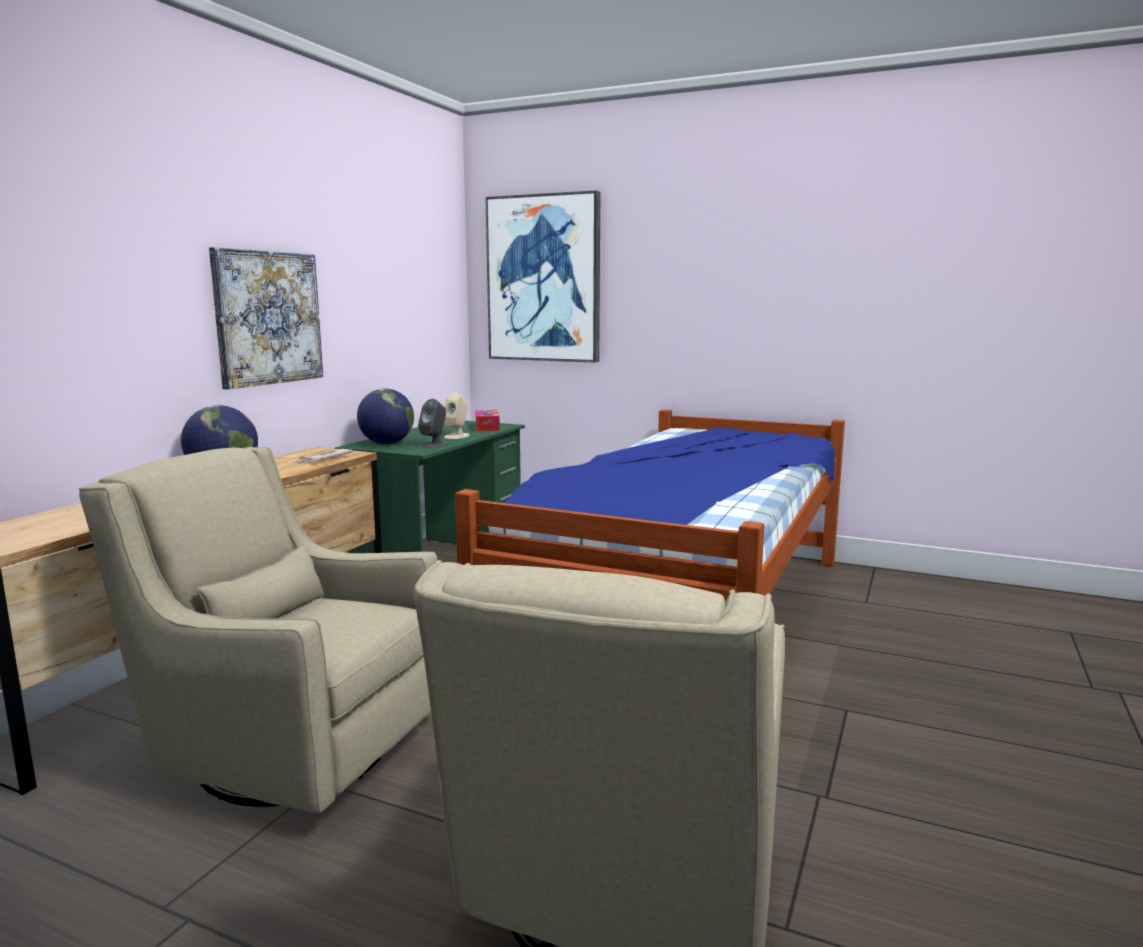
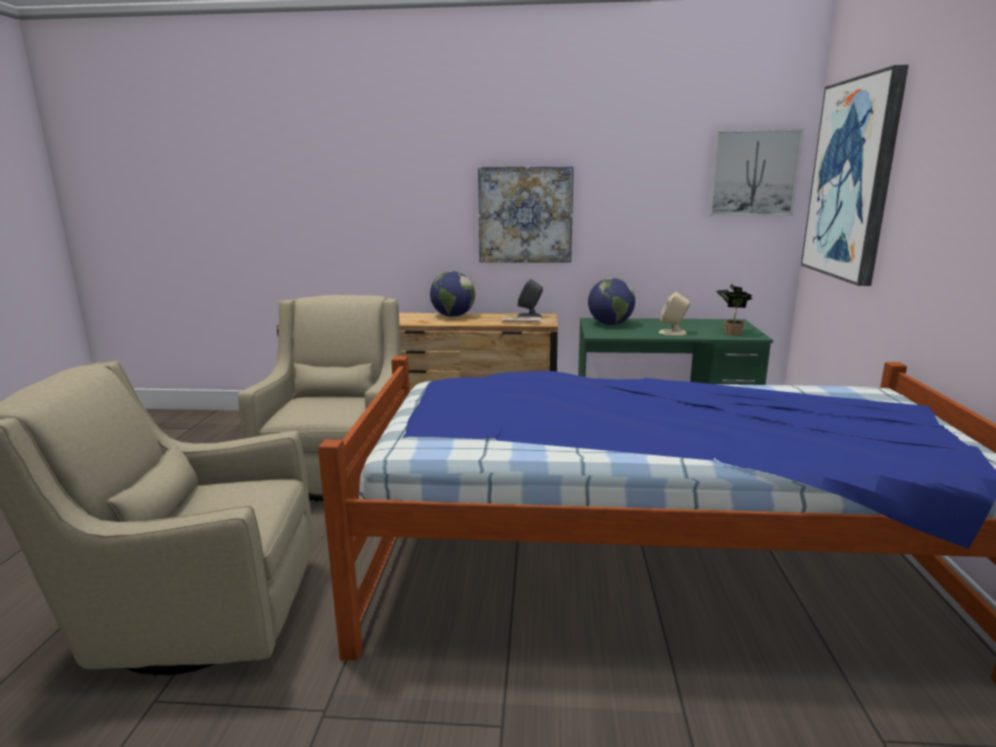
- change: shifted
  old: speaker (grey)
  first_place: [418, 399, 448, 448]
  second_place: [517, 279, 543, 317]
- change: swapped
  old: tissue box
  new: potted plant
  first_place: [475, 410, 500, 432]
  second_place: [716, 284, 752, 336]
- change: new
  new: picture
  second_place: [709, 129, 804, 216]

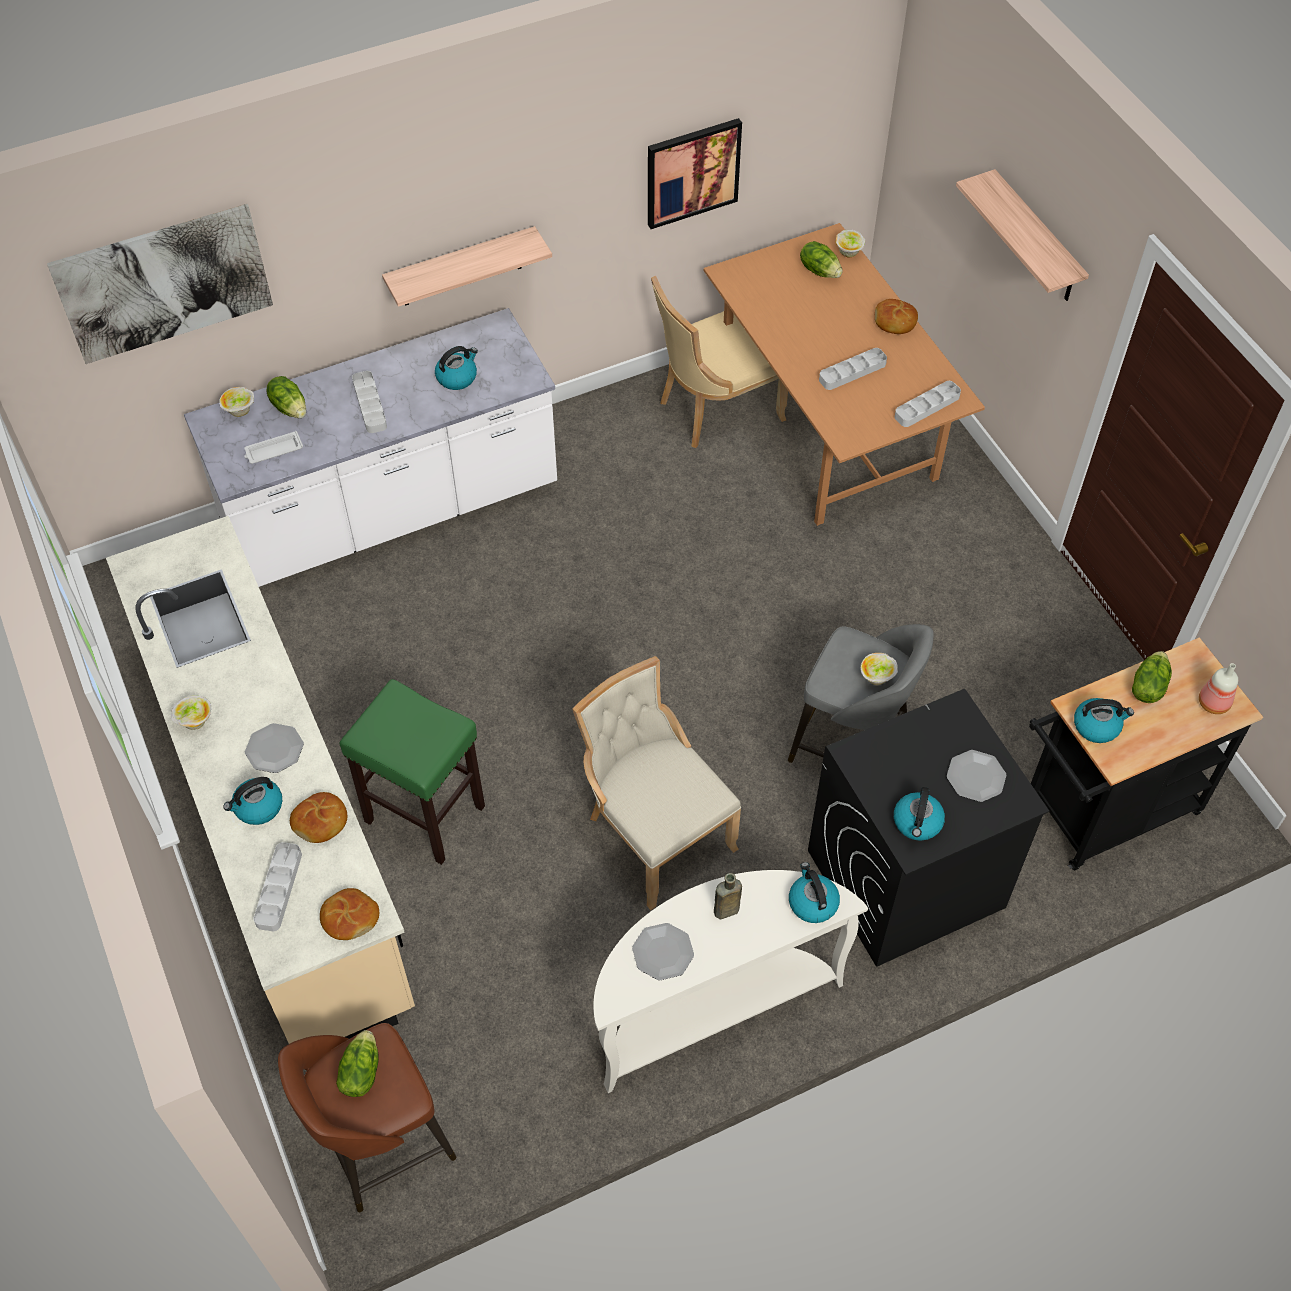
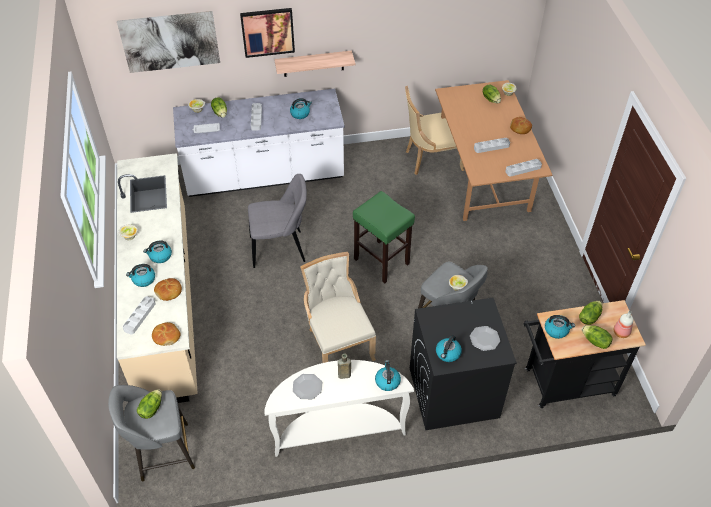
- change: shifted
  old: picture
  first_place: [648, 118, 742, 229]
  second_place: [240, 8, 295, 58]
- change: gone
  old: shelf
  first_place: [956, 169, 1089, 301]
- change: shifted
  old: stool (green)
  first_place: [339, 679, 485, 865]
  second_place: [353, 191, 415, 284]
- change: swapped
  old: plate
  new: kettle
  first_place: [245, 723, 304, 773]
  second_place: [143, 240, 172, 263]
- change: repainted
  old: stool (brown)
  new: stool (grey)
  first_place: [278, 1023, 456, 1212]
  second_place: [108, 385, 195, 481]
- change: new
  new: chair (grey)
  second_place: [248, 174, 307, 268]
- change: new
  new: lettuce
  second_place: [582, 325, 613, 349]

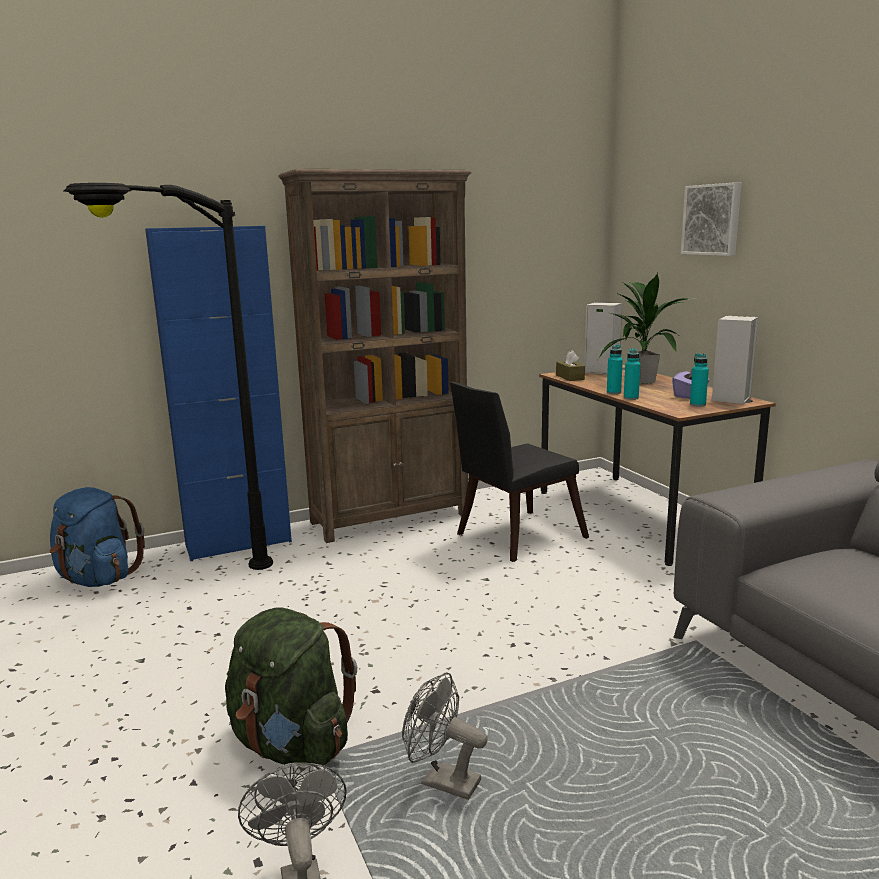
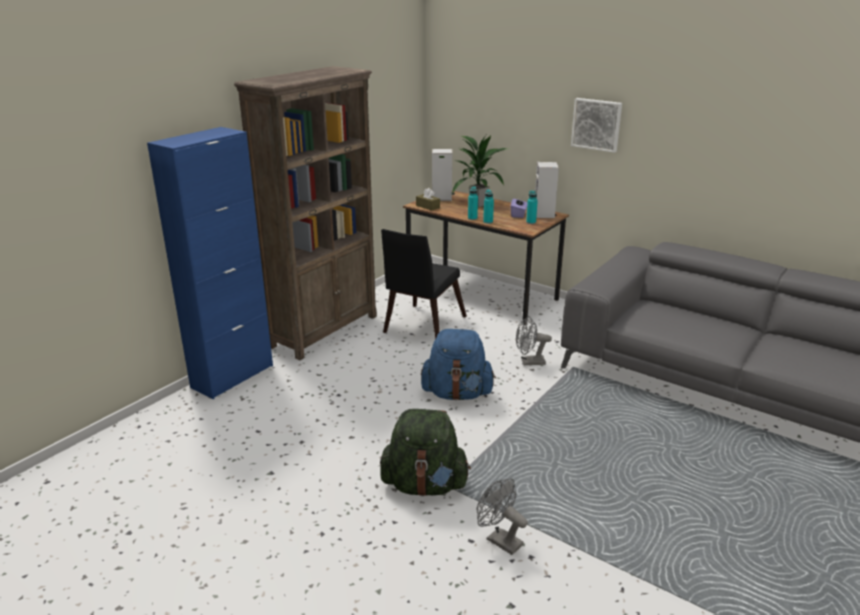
- change: shifted
  old: picture
  first_place: [681, 182, 742, 256]
  second_place: [571, 98, 622, 153]
- change: gone
  old: floor lamp (black)
  first_place: [64, 183, 273, 570]
- change: shifted
  old: backpack (blue)
  first_place: [49, 487, 145, 587]
  second_place: [421, 329, 496, 400]
- change: shifted
  old: fan (grey)
  first_place: [402, 672, 488, 800]
  second_place: [516, 316, 552, 365]

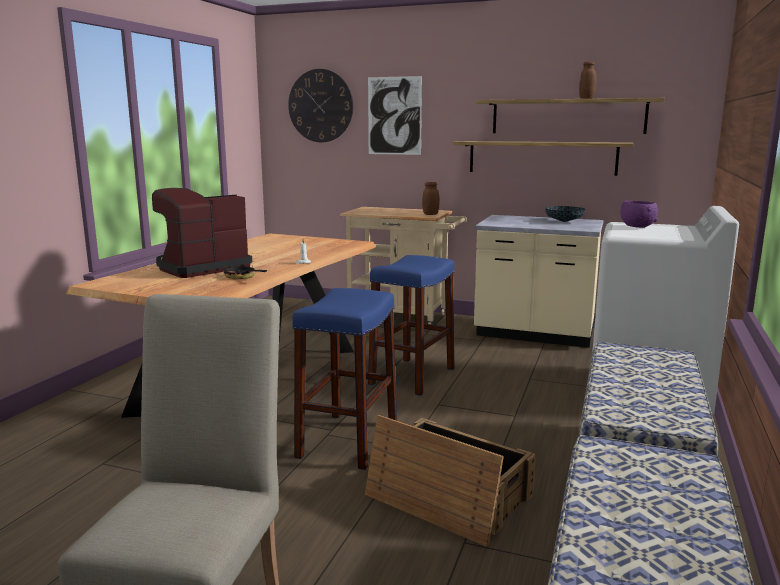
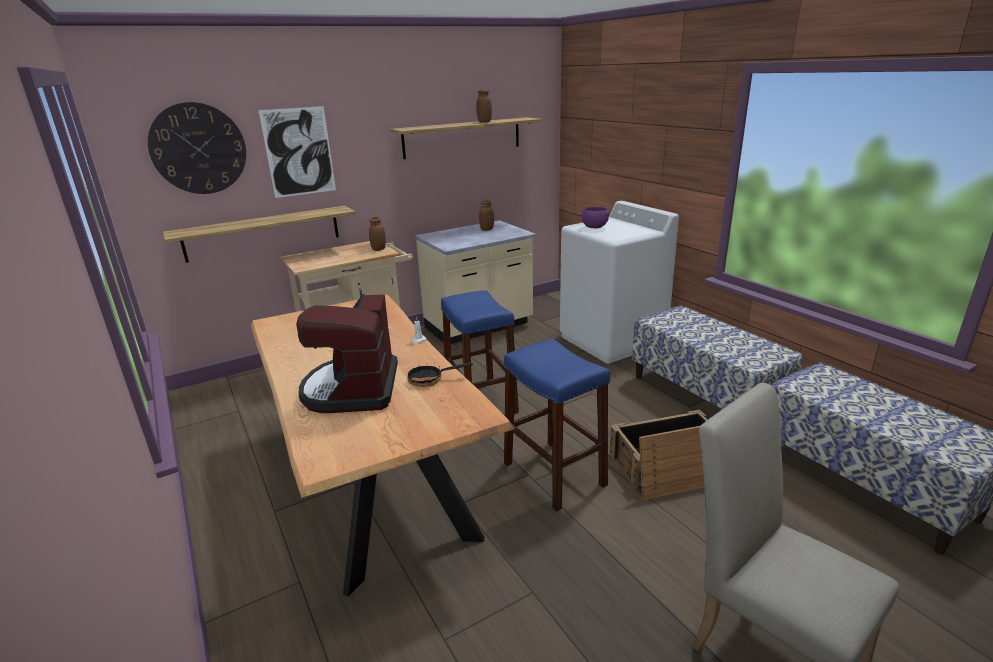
- change: shifted
  old: shelf
  first_place: [452, 141, 633, 176]
  second_place: [163, 206, 356, 263]
- change: swapped
  old: bowl
  new: jar (brown)
  first_place: [545, 206, 585, 222]
  second_place: [479, 200, 494, 231]

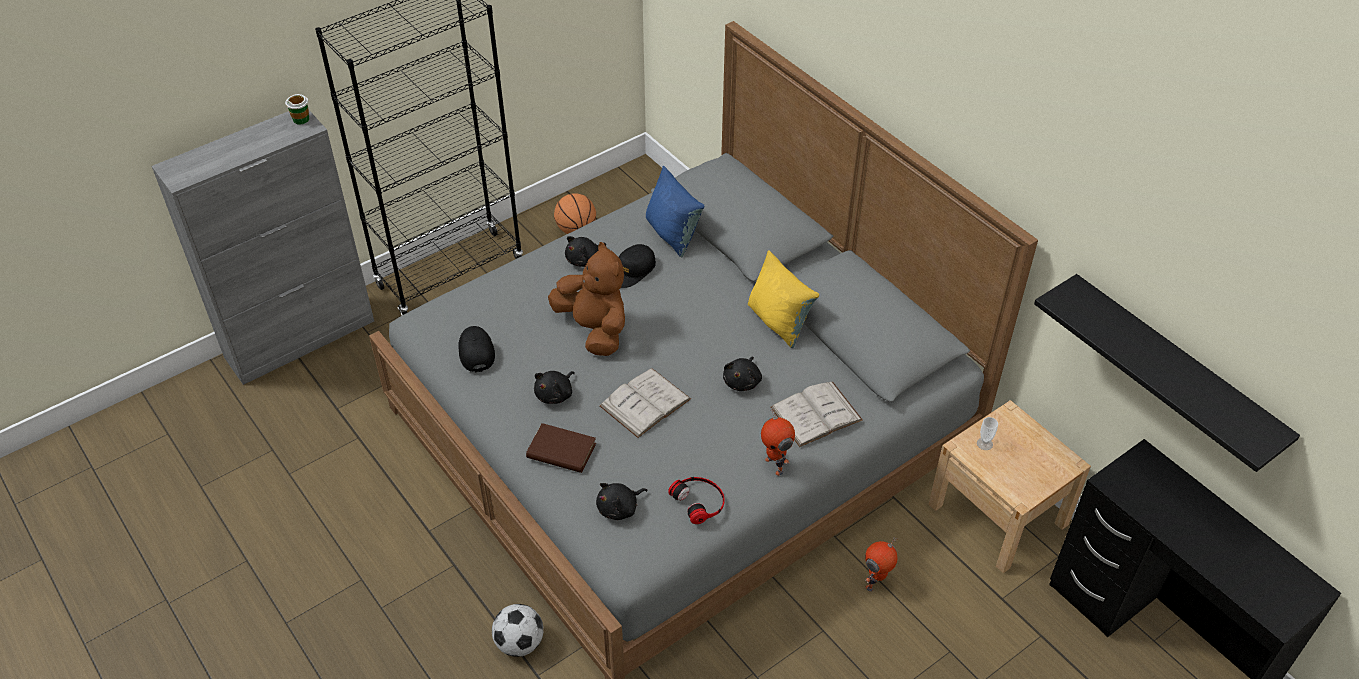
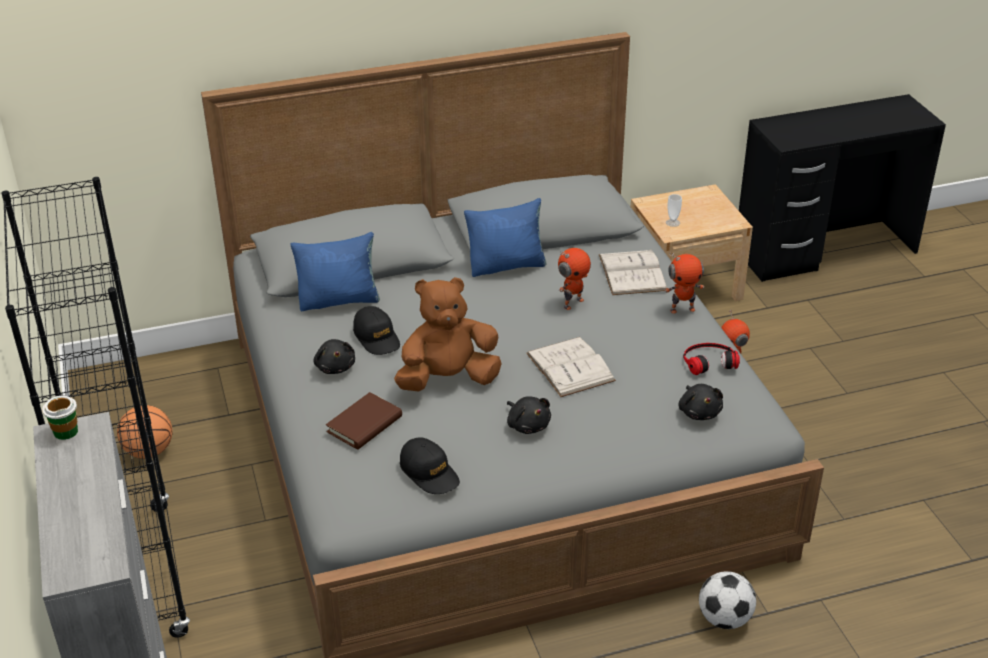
- change: repainted
  old: pillow (yellow)
  new: pillow (blue)
  first_place: [748, 250, 819, 348]
  second_place: [464, 198, 547, 277]
- change: gone
  old: shelf (black)
  first_place: [1034, 274, 1300, 472]
- change: rotated
  old: cap (black)
  first_place: [458, 326, 495, 373]
  second_place: [400, 437, 460, 494]
  degrees: -135
- change: swapped
  old: plush toy (black)
  new: toy robot
  first_place: [723, 357, 762, 391]
  second_place: [558, 248, 591, 310]
- change: shifted
  old: book (brown)
  first_place: [526, 423, 596, 473]
  second_place: [326, 392, 402, 450]

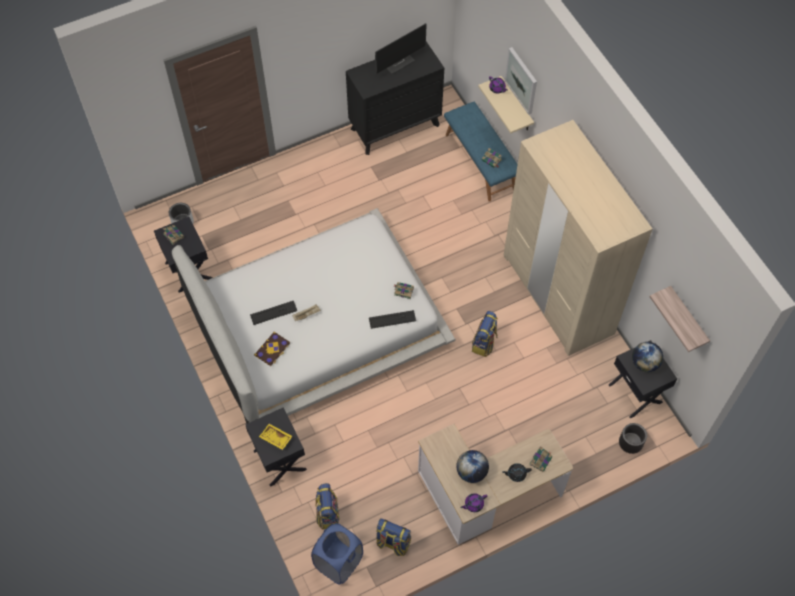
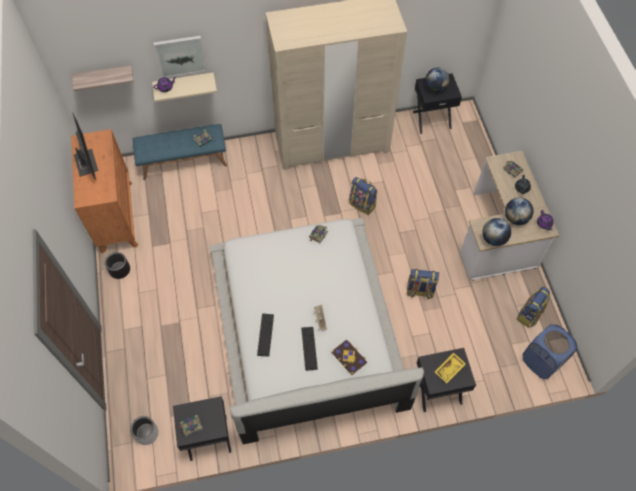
- change: repainted
  old: dresser (black)
  new: dresser (orange)
  first_place: [346, 41, 444, 155]
  second_place: [71, 129, 138, 254]
- change: shifted
  old: shelf
  first_place: [650, 286, 710, 352]
  second_place: [72, 65, 134, 91]
- change: shifted
  old: keyboard
  first_place: [369, 310, 416, 329]
  second_place: [257, 313, 274, 357]
- change: shifted
  old: planter (black)
  first_place: [619, 423, 647, 454]
  second_place: [105, 252, 130, 279]
- change: shifted
  old: backpack
  first_place: [315, 483, 340, 530]
  second_place: [406, 269, 439, 299]
- change: new
  new: globe
  second_place: [482, 218, 511, 246]

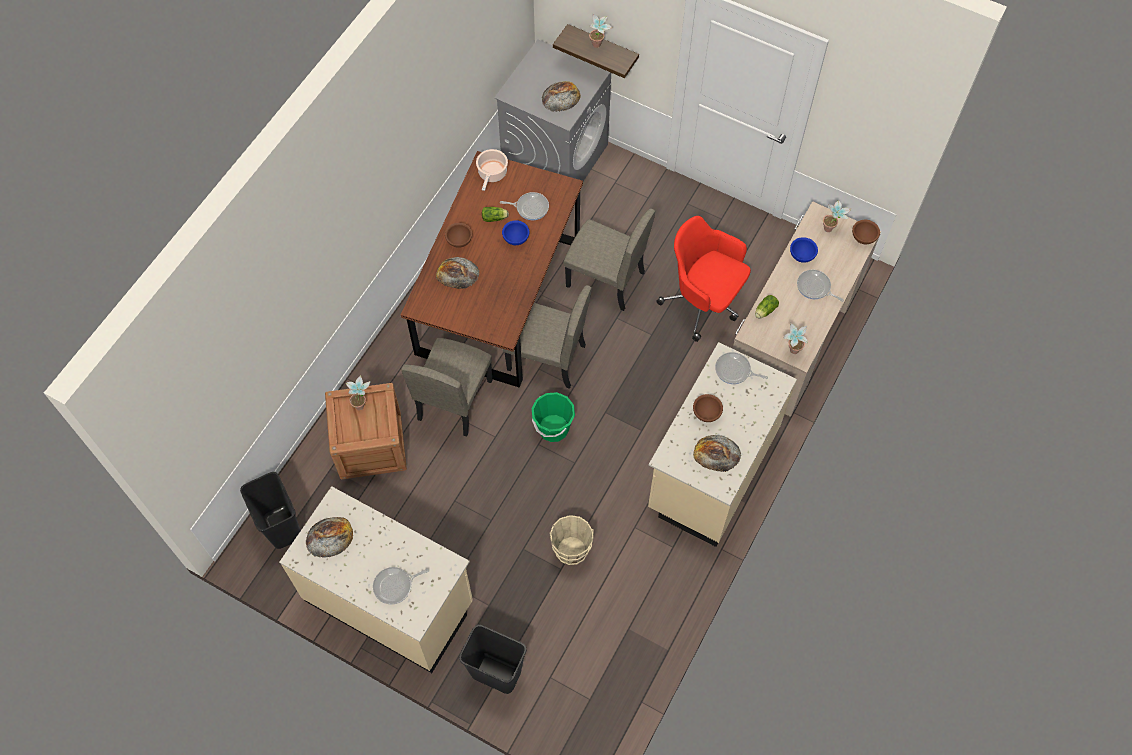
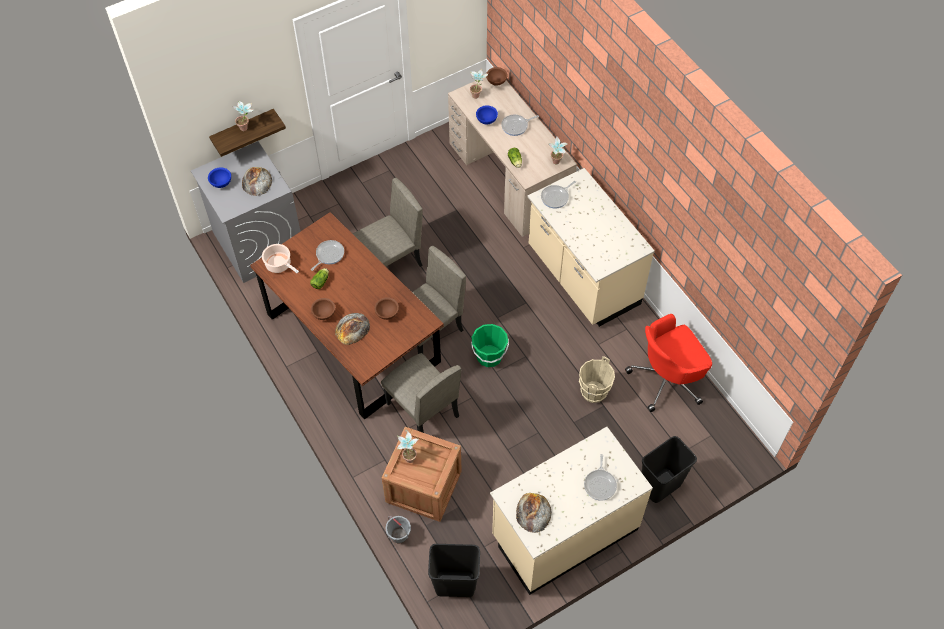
- change: shifted
  old: office chair (red)
  first_place: [656, 216, 751, 342]
  second_place: [625, 314, 712, 412]
- change: shifted
  old: bowl (blue)
  first_place: [502, 220, 529, 245]
  second_place: [208, 167, 231, 188]
- change: shifted
  old: bowl (brown)
  first_place: [693, 394, 723, 422]
  second_place: [374, 297, 399, 320]
- change: gone
  old: bread
  first_place: [693, 435, 741, 472]
- change: new
  new: bucket (grey)
  second_place: [386, 516, 411, 544]

